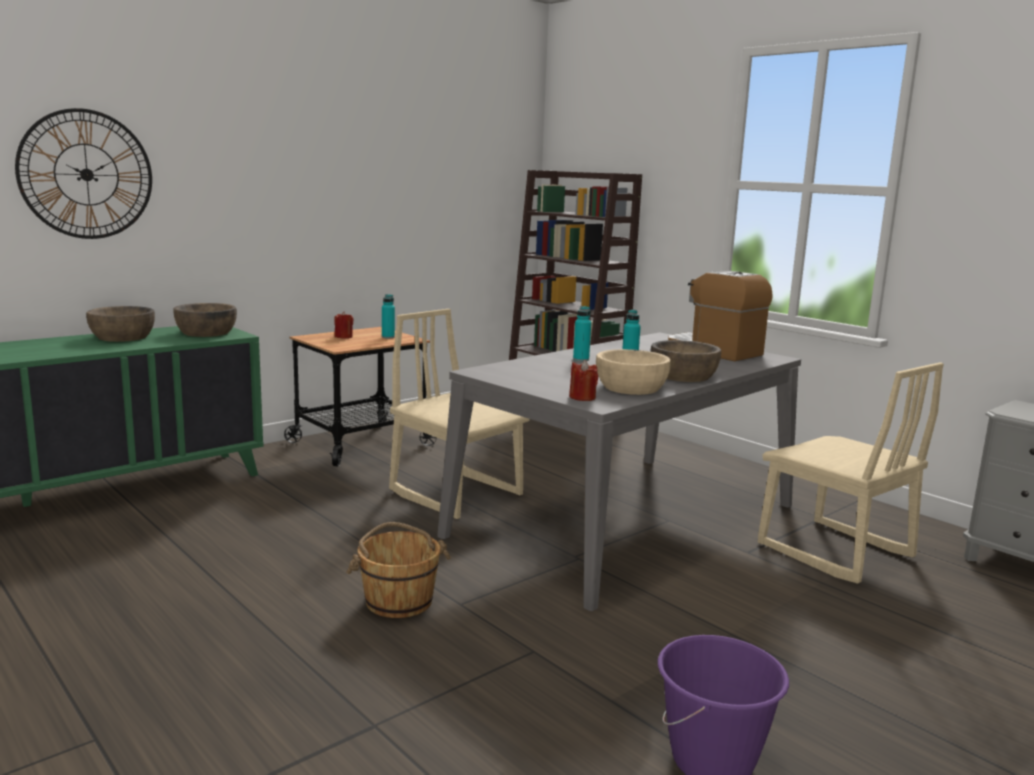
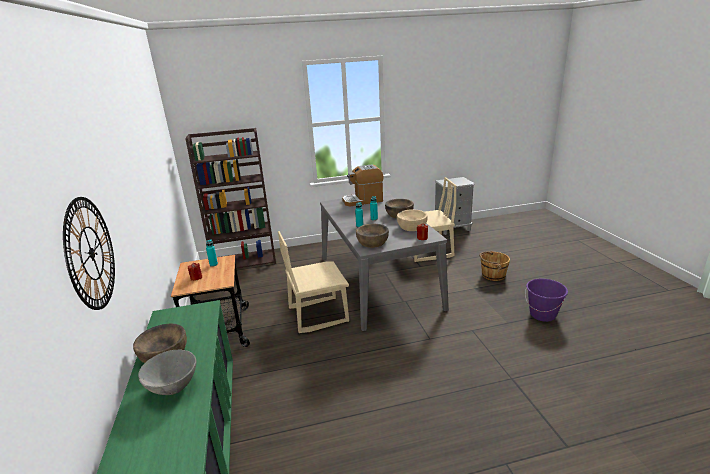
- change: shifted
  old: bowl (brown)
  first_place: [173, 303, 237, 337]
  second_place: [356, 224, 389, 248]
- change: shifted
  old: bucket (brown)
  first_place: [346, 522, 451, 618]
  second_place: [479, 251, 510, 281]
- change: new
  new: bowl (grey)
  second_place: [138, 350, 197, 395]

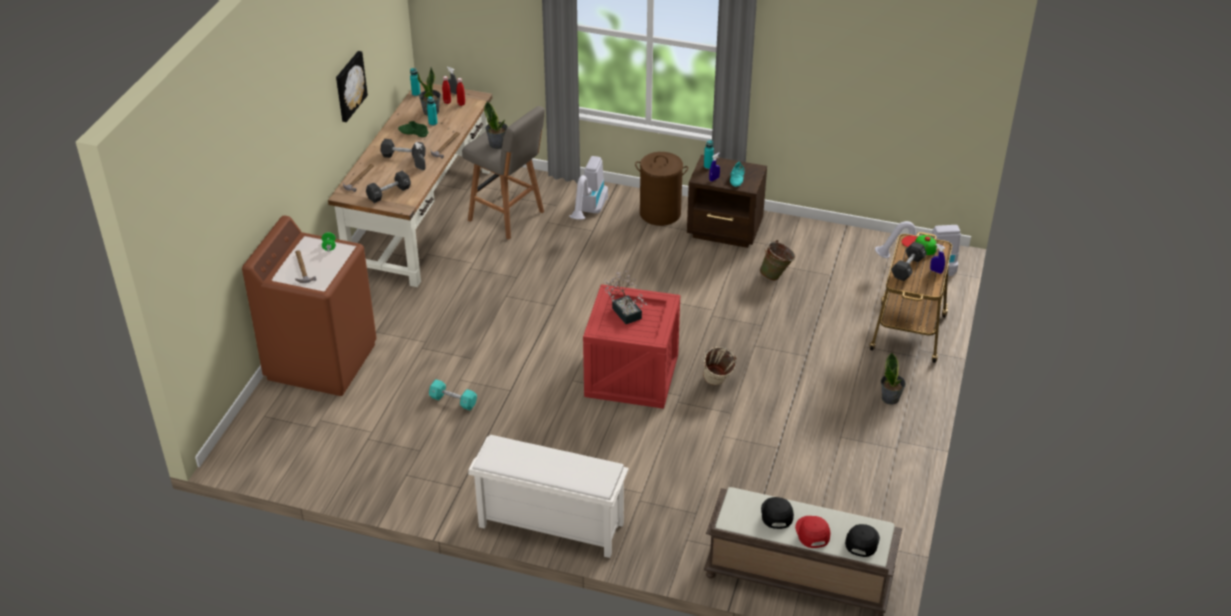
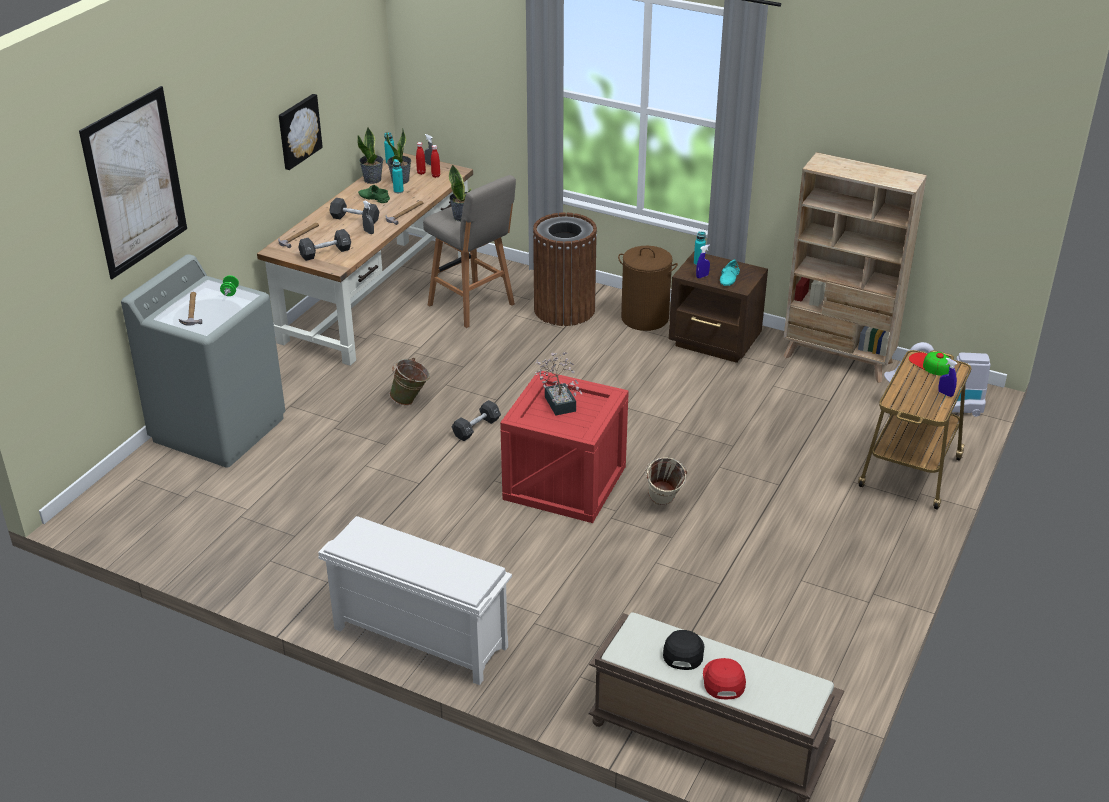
- change: swapped
  old: vacuum cleaner
  new: trash can (brown)
  first_place: [569, 156, 608, 220]
  second_place: [533, 212, 597, 326]
- change: repainted
  old: washing machine (brown)
  new: washing machine (grey)
  first_place: [242, 216, 377, 396]
  second_place: [121, 254, 285, 468]
- change: shifted
  old: bucket (green)
  first_place: [759, 240, 795, 281]
  second_place: [389, 358, 430, 405]
- change: shifted
  old: dumbbell (black)
  first_place: [891, 242, 927, 281]
  second_place: [452, 400, 501, 441]
- change: shifted
  old: potted plant
  first_place: [881, 353, 906, 404]
  second_place: [357, 127, 383, 184]
- change: gone
  old: dumbbell (turquoise)
  first_place: [429, 379, 477, 410]
- change: gone
  old: cap (black)
  first_place: [845, 524, 880, 557]
- change: new
  new: picture
  second_place: [79, 86, 187, 279]
- change: new
  new: bookcase (beige)
  second_place: [783, 152, 927, 383]

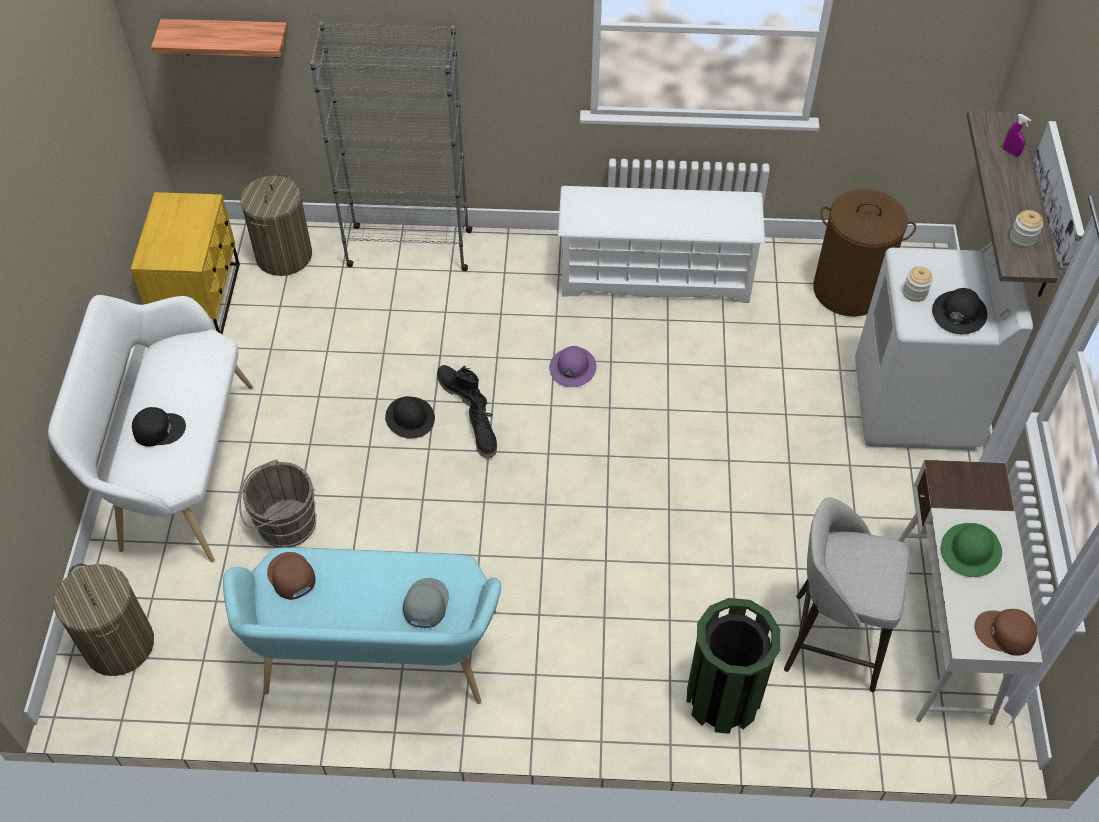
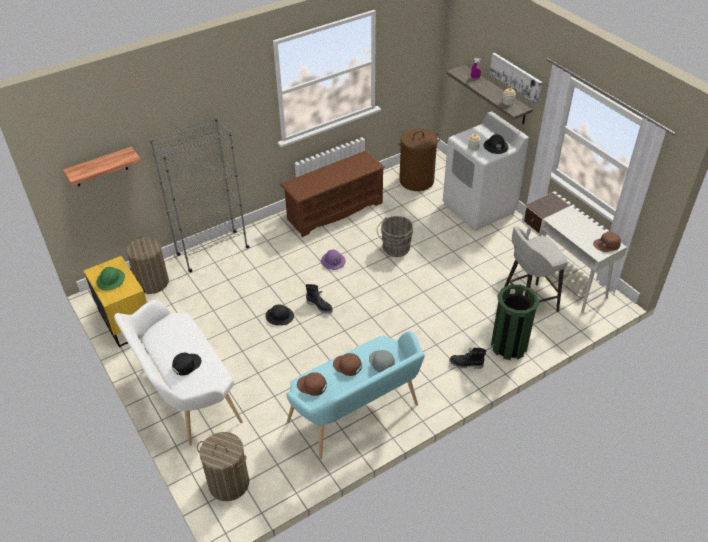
- change: repainted
  old: shoe rack (white)
  new: shoe rack (brown)
  first_place: [558, 186, 765, 303]
  second_place: [280, 151, 385, 237]
- change: shifted
  old: boot (black)
  first_place: [437, 365, 480, 407]
  second_place: [449, 347, 486, 369]
- change: shifted
  old: bucket (grey)
  first_place: [239, 460, 317, 548]
  second_place: [377, 216, 413, 257]
- change: shifted
  old: hard hat (green)
  first_place: [941, 523, 1002, 577]
  second_place: [96, 267, 125, 290]
- change: new
  new: cap (brown)
  second_place: [333, 353, 362, 376]

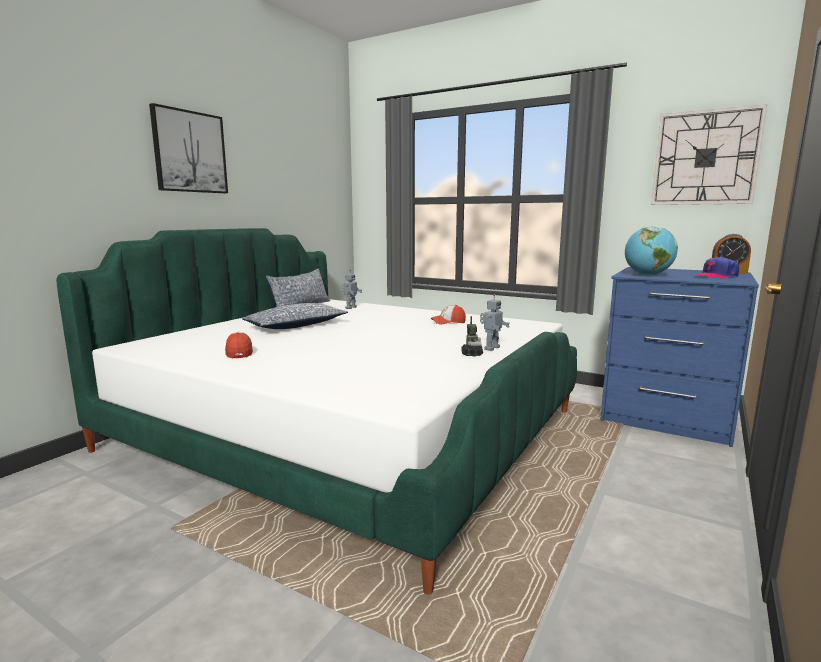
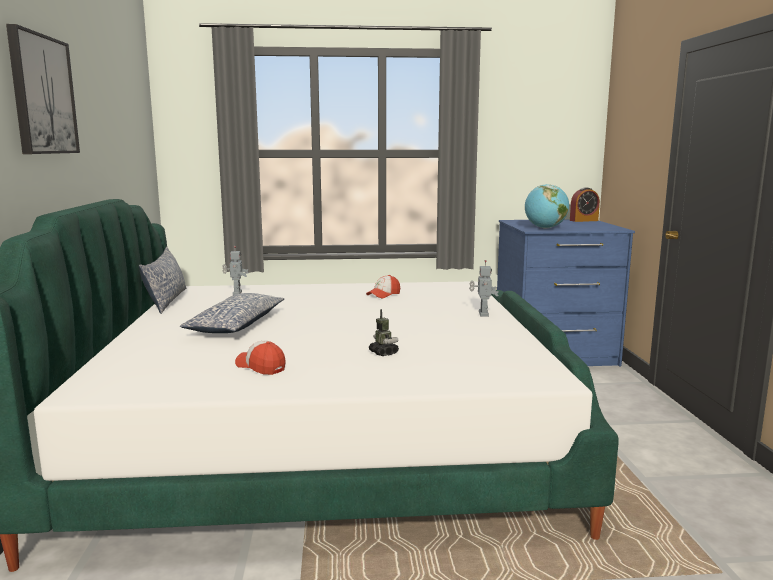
- change: gone
  old: wall clock
  first_place: [651, 104, 768, 205]
- change: gone
  old: cap
  first_place: [696, 257, 739, 279]
- change: shifted
  old: toy robot
  first_place: [461, 316, 483, 356]
  second_place: [369, 309, 399, 356]

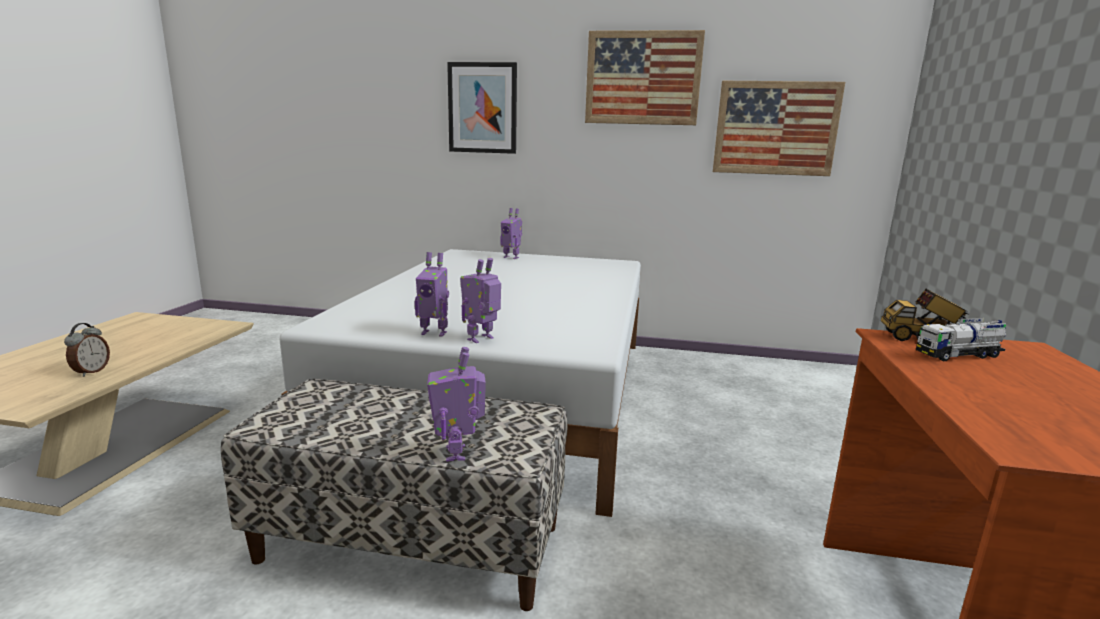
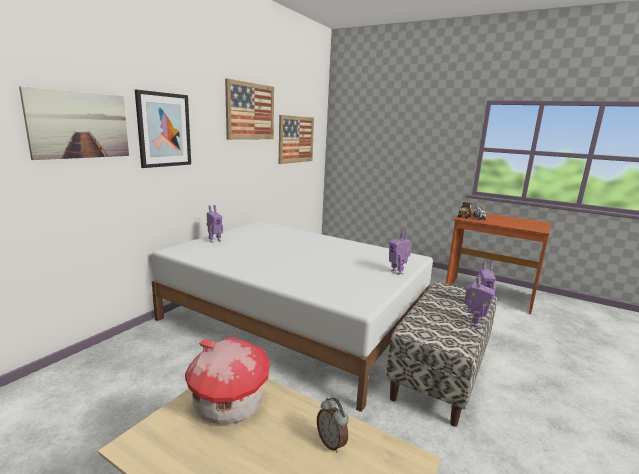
- change: shifted
  old: toy robot
  first_place: [415, 252, 449, 337]
  second_place: [464, 275, 495, 328]
- change: rotated
  old: alarm clock
  first_place: [64, 323, 110, 377]
  second_place: [317, 397, 349, 453]
  degrees: -150
- change: new
  new: picture
  second_place: [19, 86, 129, 160]
- change: new
  new: toy house
  second_place: [185, 337, 270, 424]

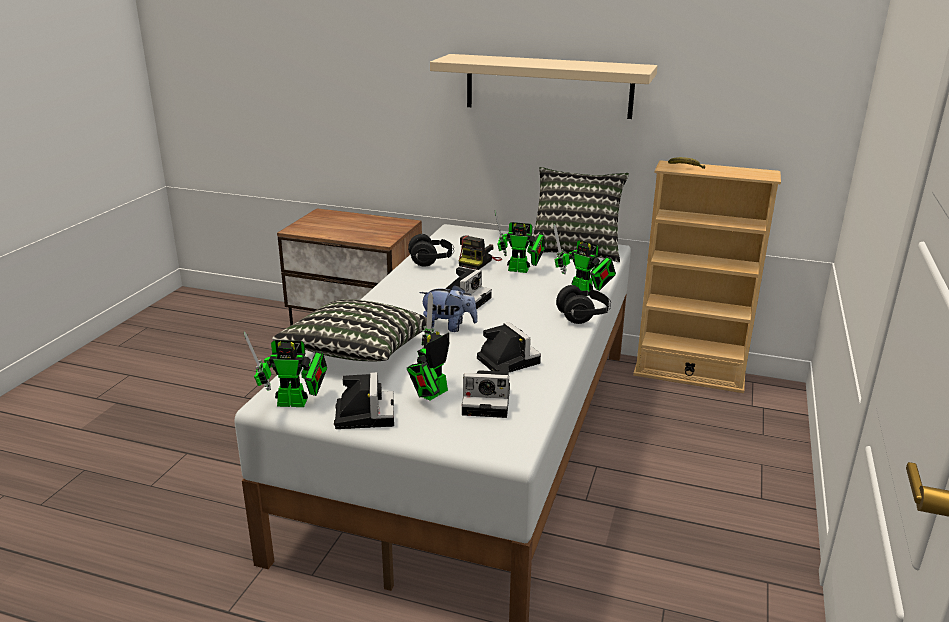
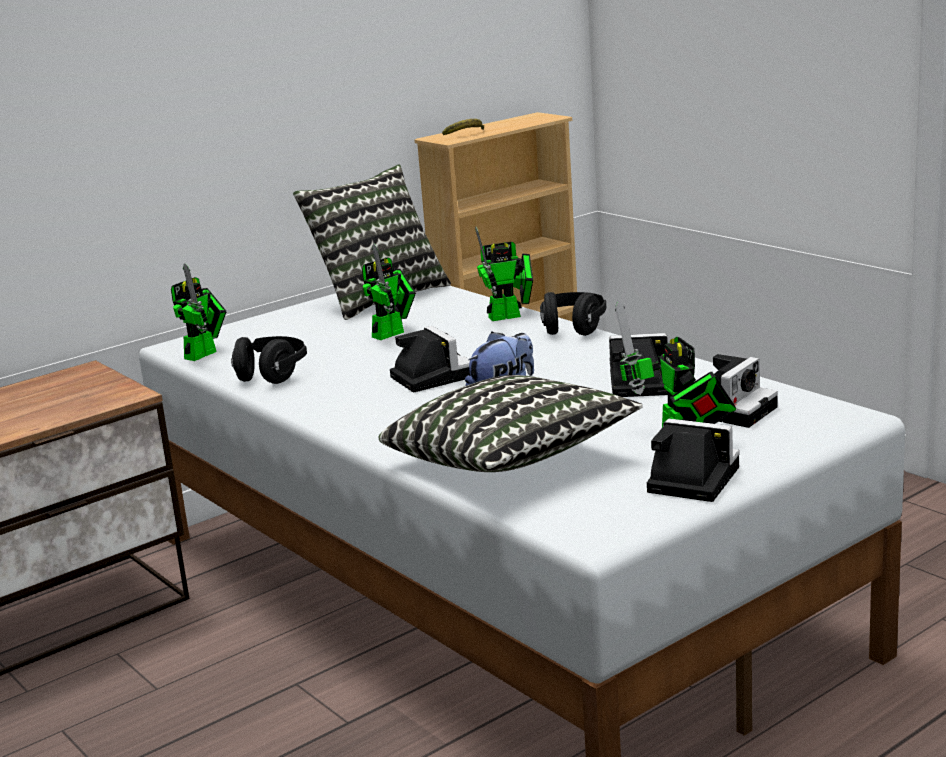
- change: gone
  old: shelf (beige)
  first_place: [430, 54, 658, 119]
- change: gone
  old: photo camera
  first_place: [458, 235, 502, 270]
- change: shifted
  old: toy robot
  first_place: [243, 331, 327, 407]
  second_place: [171, 263, 227, 361]

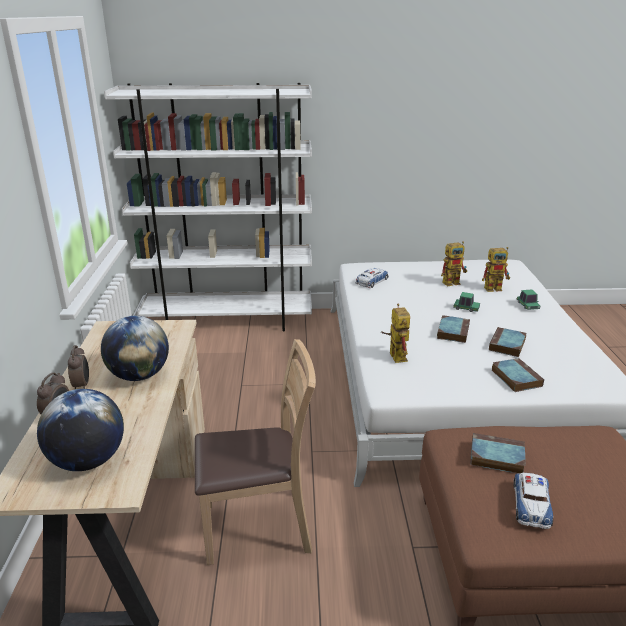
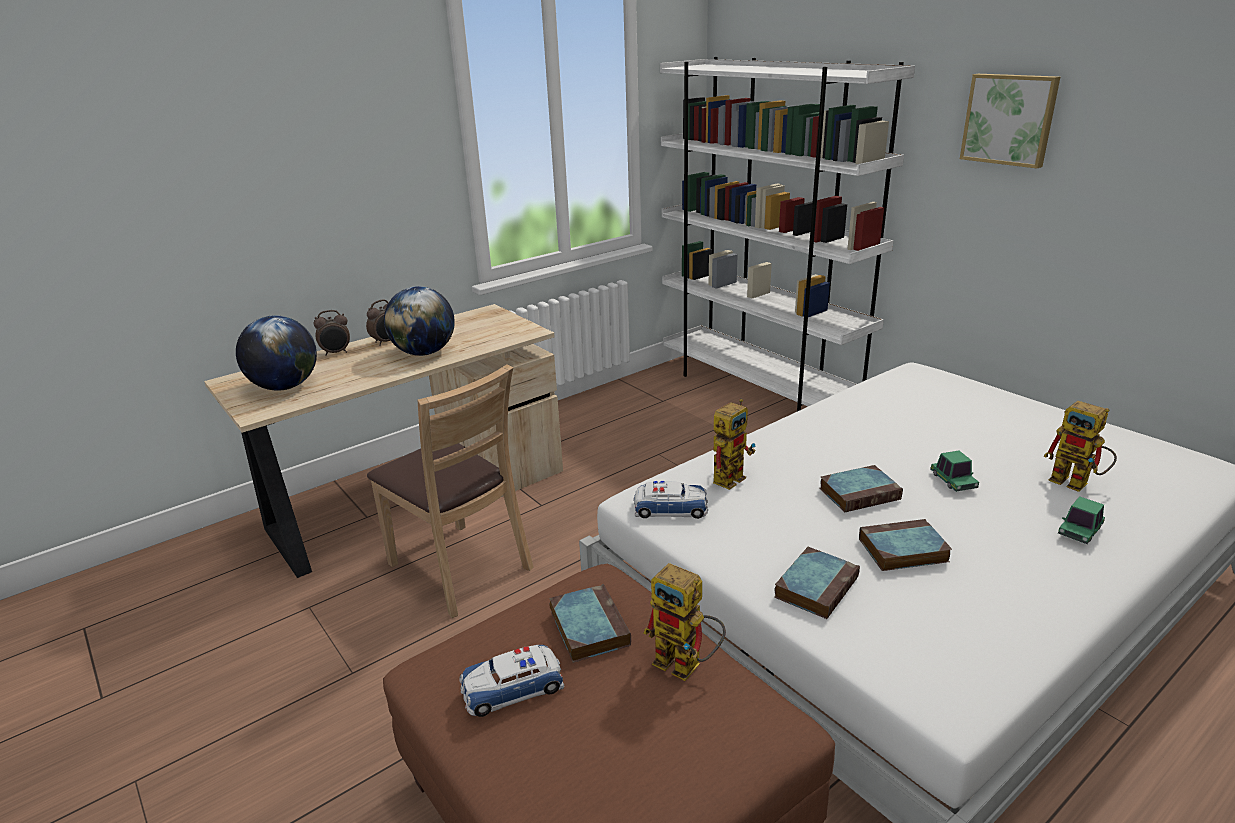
- change: shifted
  old: toy robot
  first_place: [441, 241, 467, 286]
  second_place: [643, 563, 726, 681]
- change: shifted
  old: toy car
  first_place: [356, 268, 388, 288]
  second_place: [633, 481, 708, 519]
- change: new
  new: picture
  second_place: [960, 74, 1060, 168]

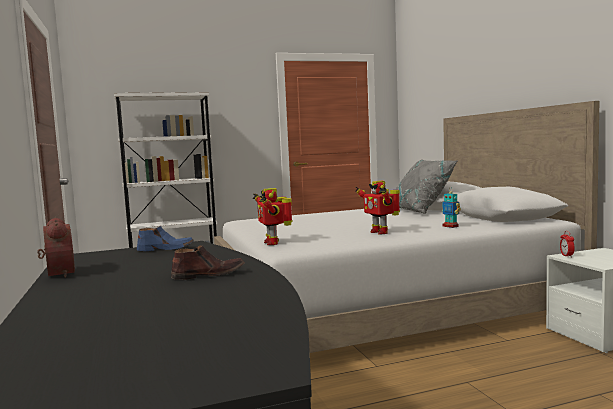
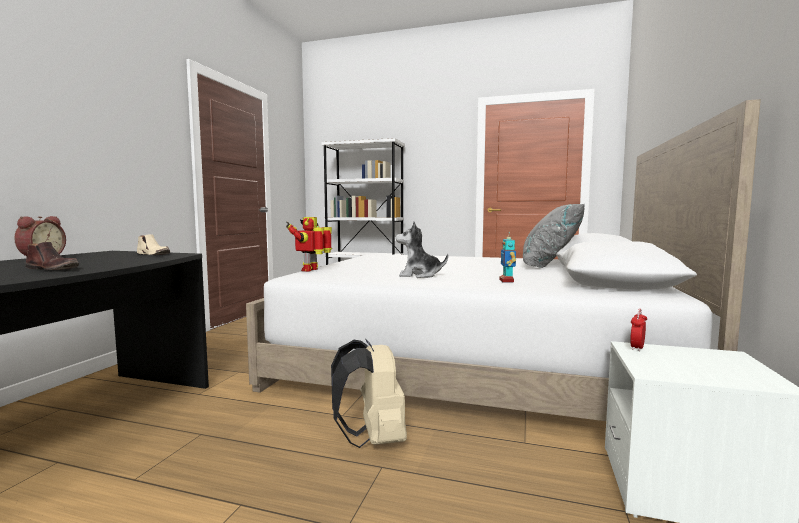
- change: swapped
  old: toy robot
  new: plush toy
  first_place: [356, 181, 400, 235]
  second_place: [396, 221, 448, 278]
- change: repainted
  old: shoe (blue)
  new: shoe (beige)
  first_place: [137, 226, 194, 252]
  second_place: [137, 234, 170, 255]
- change: new
  new: backpack (beige)
  second_place: [331, 339, 407, 448]

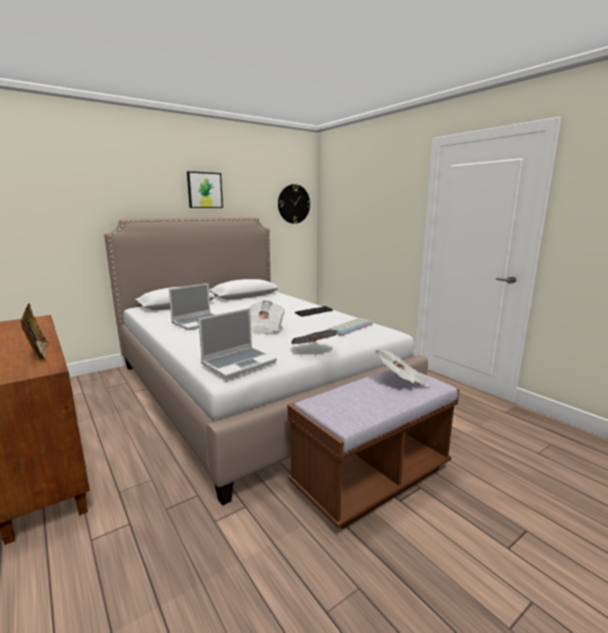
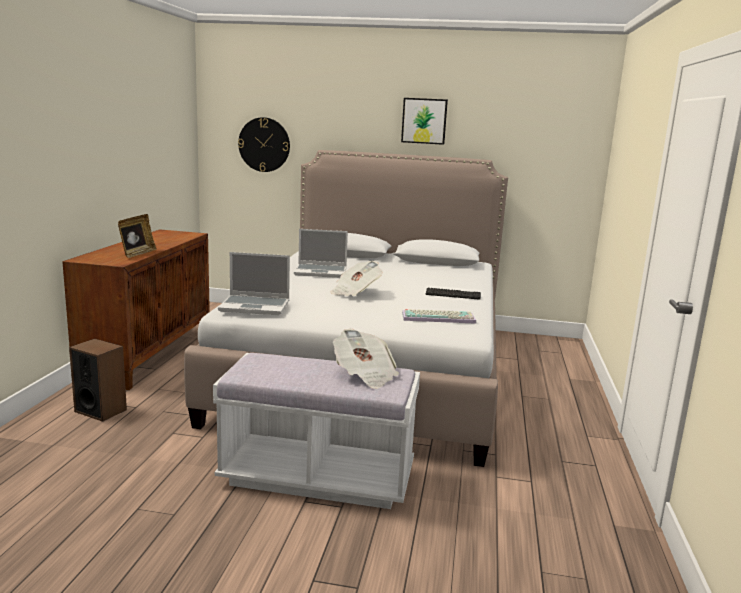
- change: shifted
  old: wall clock
  first_place: [278, 184, 311, 224]
  second_place: [238, 117, 290, 172]
- change: gone
  old: newspaper
  first_place: [291, 330, 337, 344]
- change: repainted
  old: bench (brown)
  new: bench (white)
  first_place: [288, 369, 459, 529]
  second_place: [213, 353, 420, 509]
- change: new
  new: speaker
  second_place: [69, 339, 127, 422]

